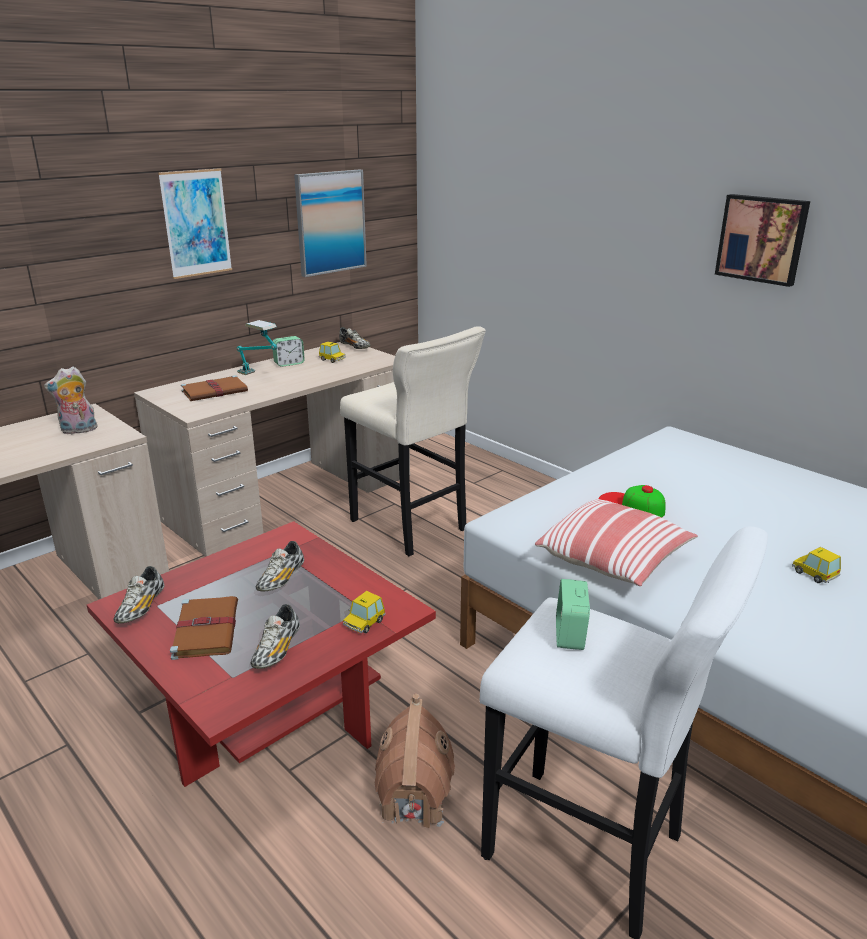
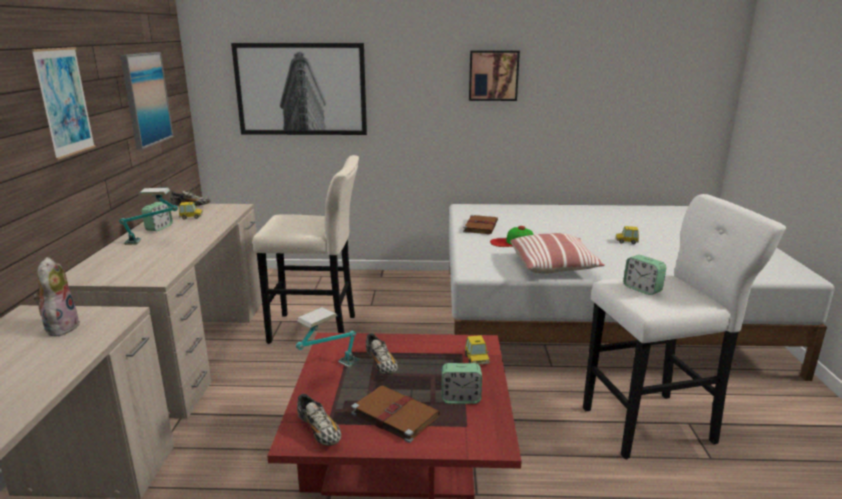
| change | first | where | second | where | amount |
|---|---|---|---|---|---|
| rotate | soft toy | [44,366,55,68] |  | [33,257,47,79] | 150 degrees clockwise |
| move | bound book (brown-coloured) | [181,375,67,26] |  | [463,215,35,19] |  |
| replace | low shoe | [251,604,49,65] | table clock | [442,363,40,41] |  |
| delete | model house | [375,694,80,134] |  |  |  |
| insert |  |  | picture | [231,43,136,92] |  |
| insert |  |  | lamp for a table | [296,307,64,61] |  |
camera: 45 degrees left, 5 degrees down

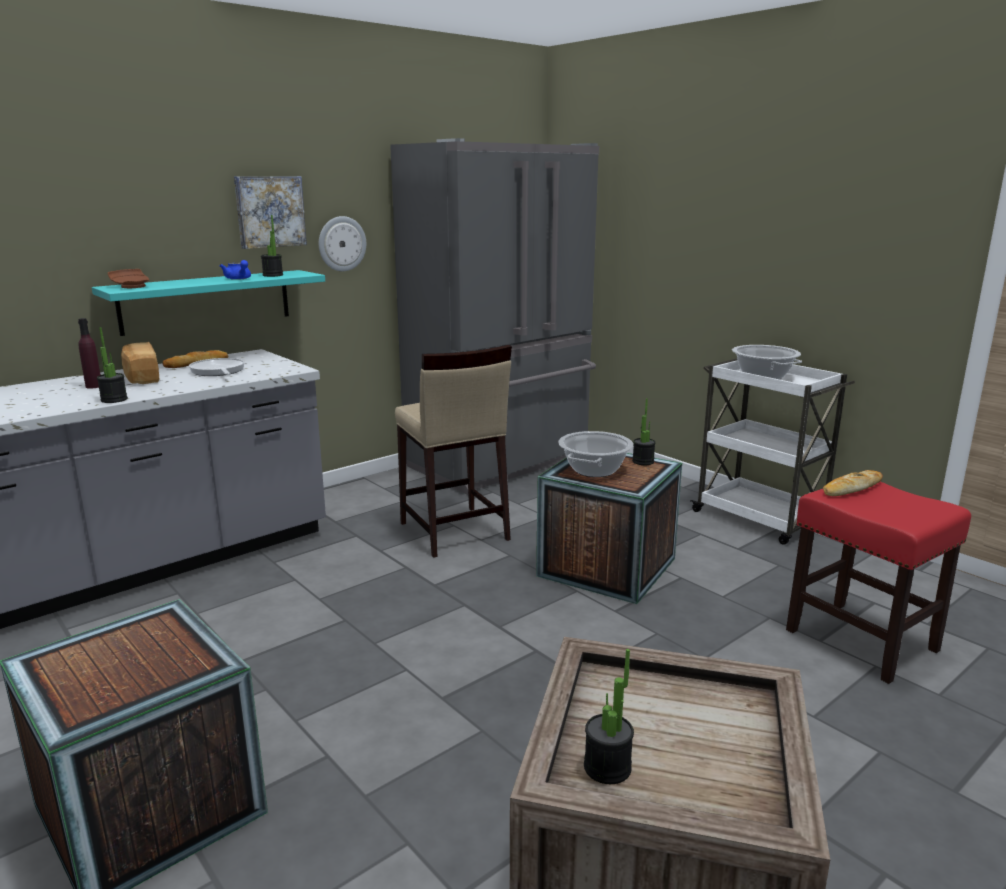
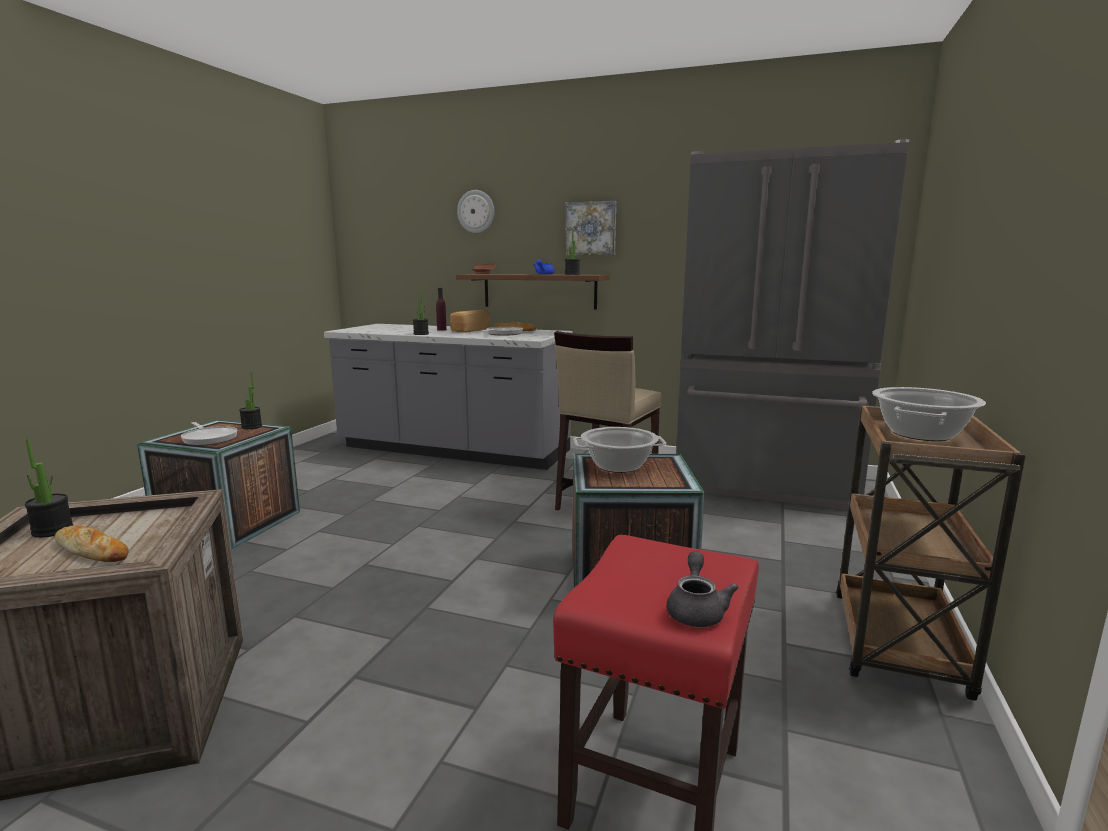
| change | first | where | second | where | amount |
|---|---|---|---|---|---|
| recolor | wall shelf (turquoise-coloured) | [92,270,233,66] | wall shelf (brown-coloured) | [456,274,154,35] |  |
| move | clock on the wall | [319,216,47,55] |  | [457,190,38,43] |  |
| move | plant in a pot | [632,398,24,67] |  | [239,372,23,57] |  |
| recolor | cart (white) | [690,358,165,187] | cart (brown-coloured) | [836,404,190,297] |  |
| move | baked bread | [823,470,60,26] |  | [55,525,74,37] |  |
| insert |  |  | skillet | [181,422,56,24] |  |
| insert |  |  | pot for tea (greyish) | [667,551,72,76] |  |
camera: 60 degrees right, 5 degrees down

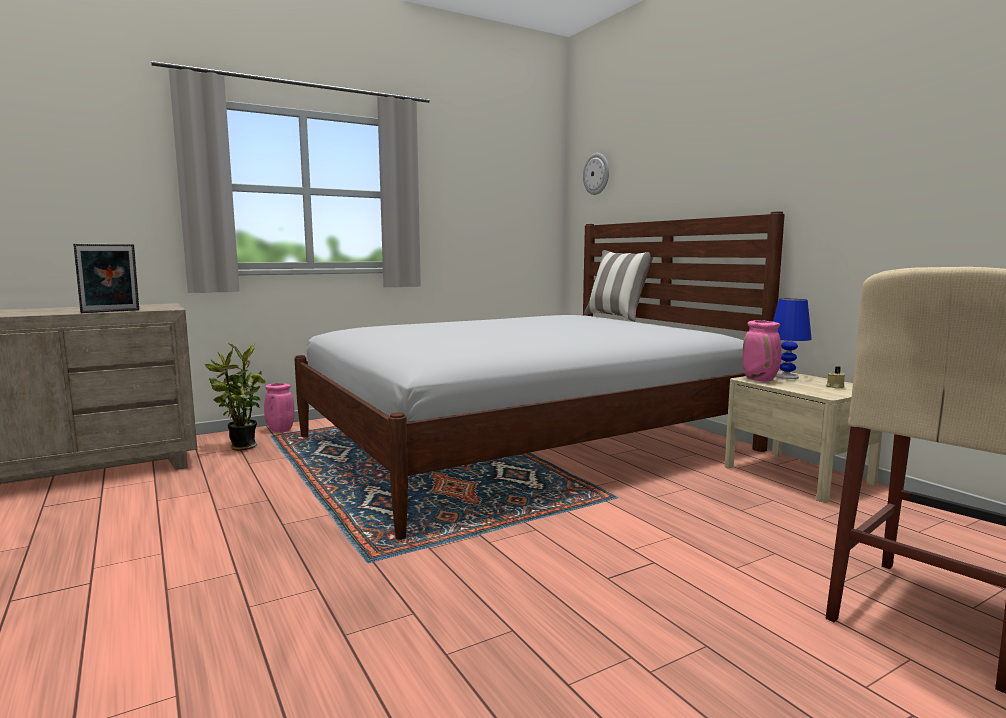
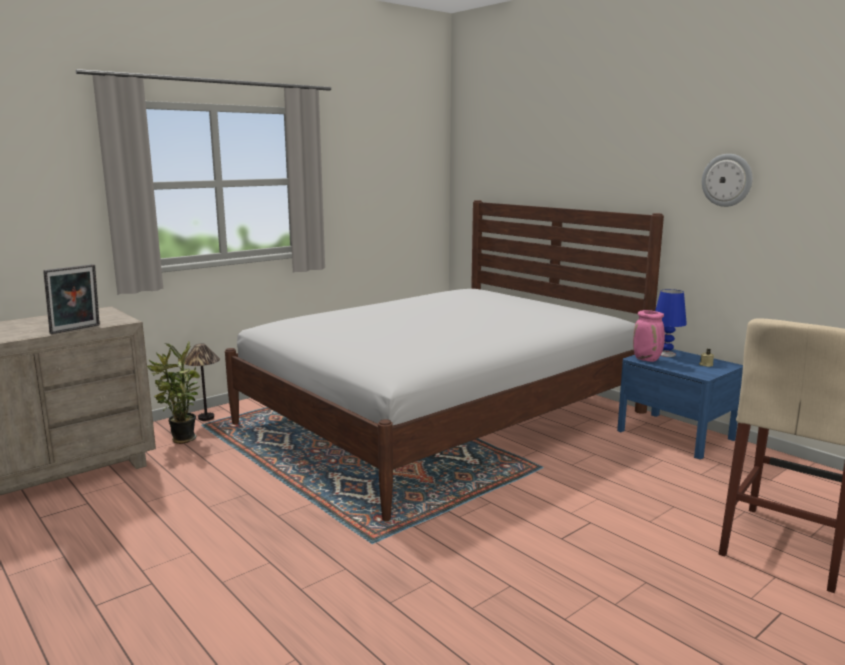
| change | first | where | second | where | amount |
|---|---|---|---|---|---|
| replace | decorative vase (pink) | [264,383,30,49] | lamp for a table | [184,344,36,77] |  |
| move | clock on the wall | [583,153,26,42] |  | [702,154,51,53] |  |
| delete | throw pillow | [584,250,69,72] |  |  |  |
| recolor | night table (beige-coloured) | [725,371,157,131] | night table (blue) | [617,349,126,110] |  |
camera: 10 degrees left, 5 degrees up

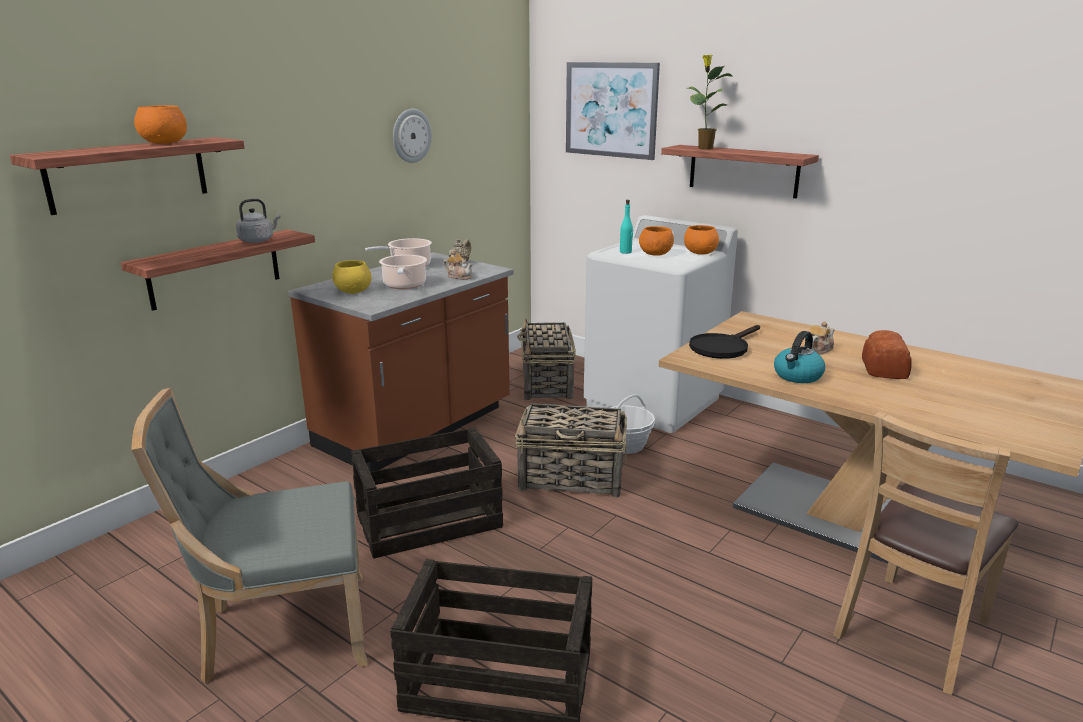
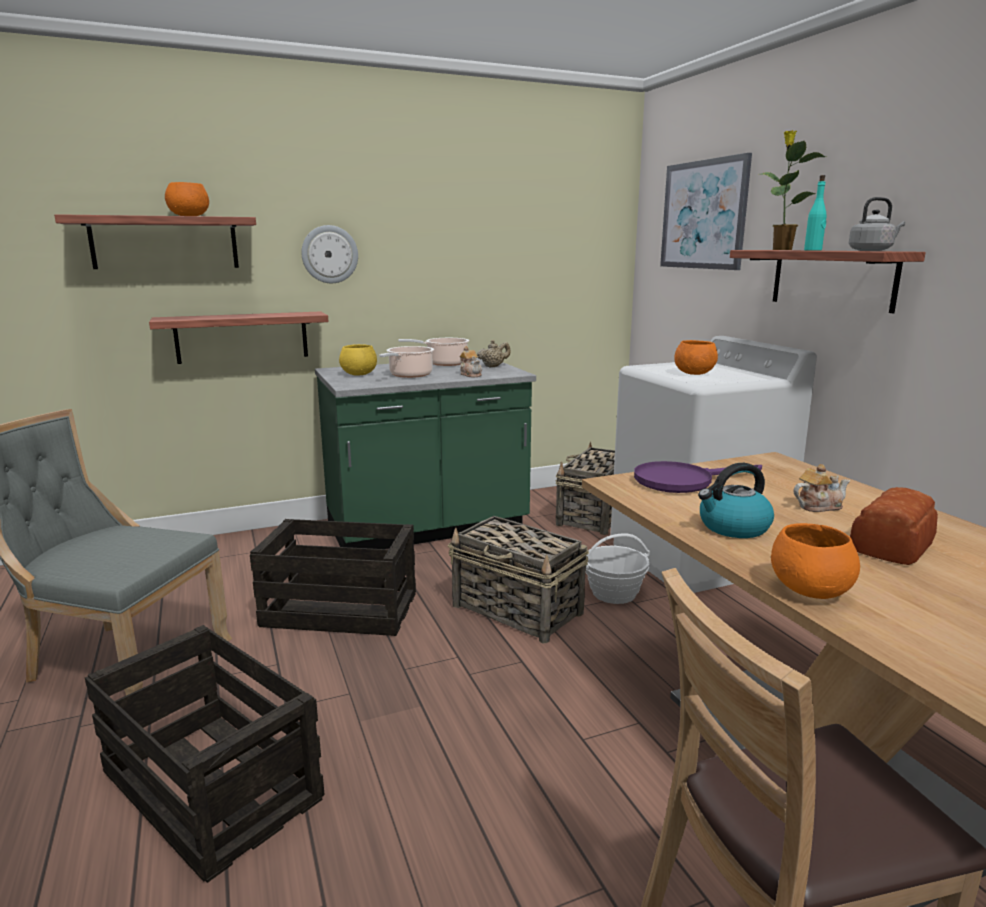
| change | first | where | second | where | amount |
|---|---|---|---|---|---|
| move | water kettle (greyish) | [236,199,45,44] |  | [849,197,56,54] |  |
| recolor | kitchen counter (brown-coloured) | [288,252,226,220] | kitchen counter (green-coloured) | [315,358,221,191] |  |
| move | clock on the wall | [393,109,39,54] |  | [301,225,57,58] |  |
| move | bottle (turquoise-coloured) | [620,200,13,54] |  | [804,175,22,75] |  |
| move | bowl (orangey) | [684,225,35,29] |  | [771,523,89,76] |  |
| recolor | skillet (blackish) | [689,325,71,34] | skillet (purple) | [634,461,128,32] |  |
camera: 30 degrees right, 5 degrees down

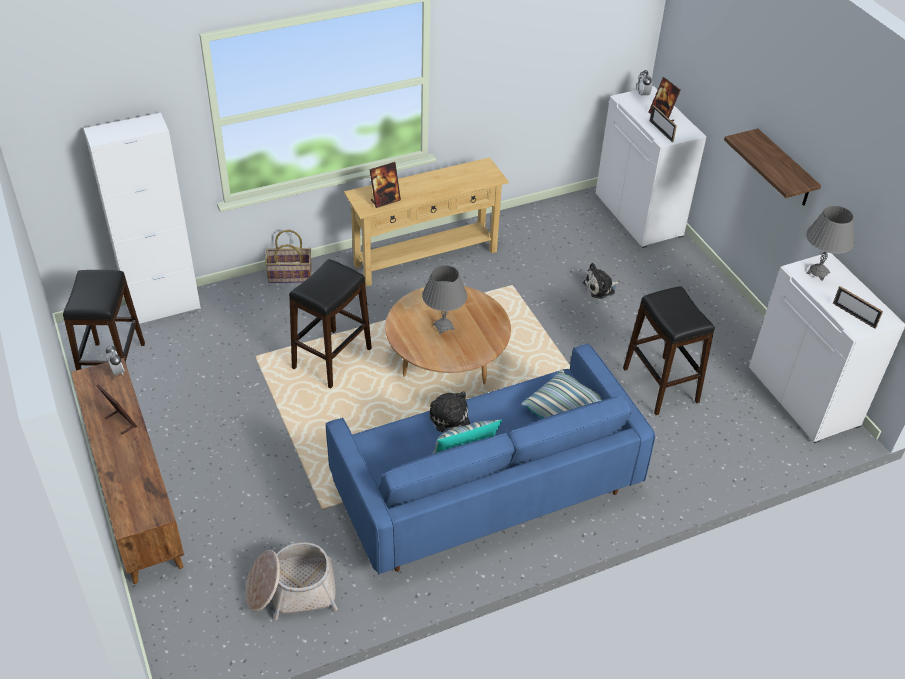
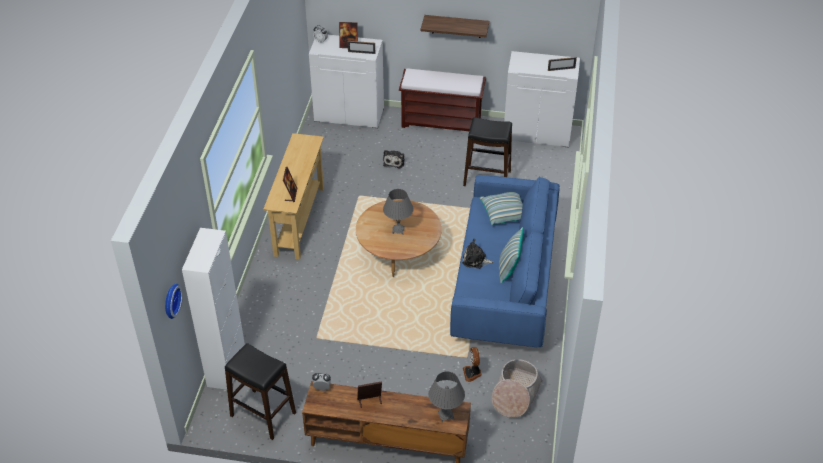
| change | first | where | second | where | amount |
|---|---|---|---|---|---|
| delete | household basket | [265,230,47,53] |  |  |  |
| delete | sitting stool (blackish) | [289,259,83,129] |  |  |  |
| move | lamp for a table (greyish) | [806,206,49,75] |  | [428,371,37,51] |  |
| insert |  |  | clock on the wall | [165,283,18,36] |  |
| insert |  |  | indoor bench (brown-coloured) | [399,68,87,63] |  |
| insert |  |  | fan | [463,347,19,35] |  |
camera: 55 degrees left, 0 degrees up

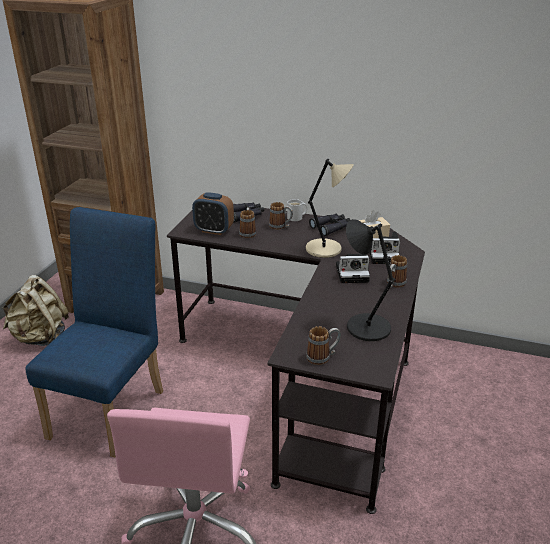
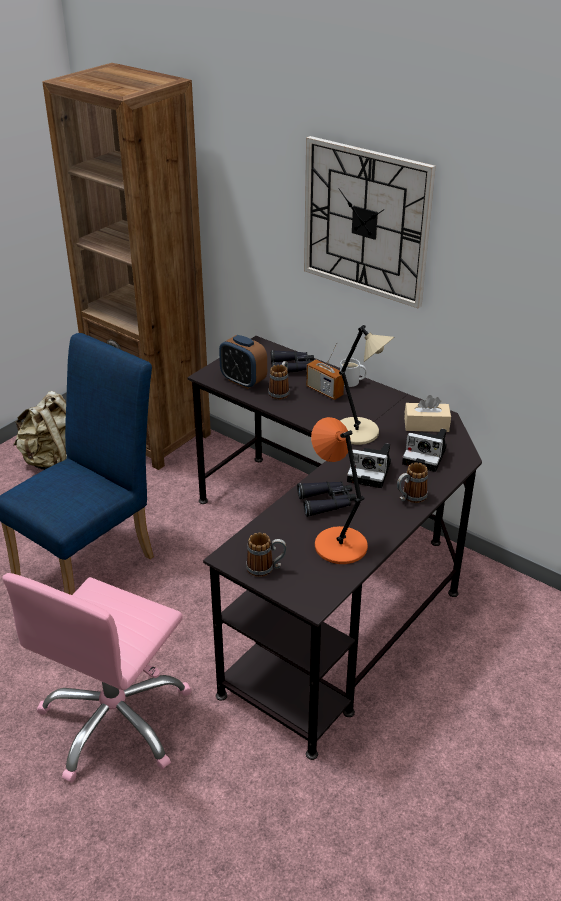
| change | first | where | second | where | amount |
|---|---|---|---|---|---|
| replace | coffee mug | [269,202,24,28] | radio receiver | [306,342,38,58] |  |
| move | binoculars (blackish) | [309,214,41,22] |  | [297,481,59,36] |  |
| recolor | lamp for a table (blackish) | [346,219,49,122] | lamp for a table (orangey) | [311,417,57,147] |  |
| insert |  |  | clock on the wall | [304,136,132,173] |  |
camera: 20 degrees right, 5 degrees up

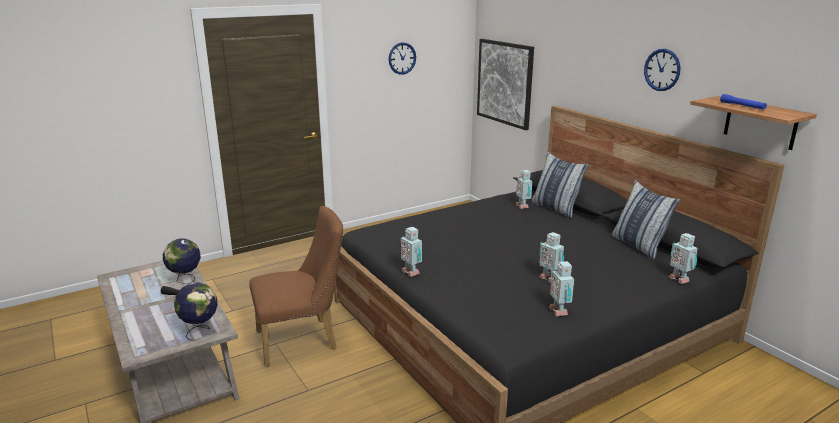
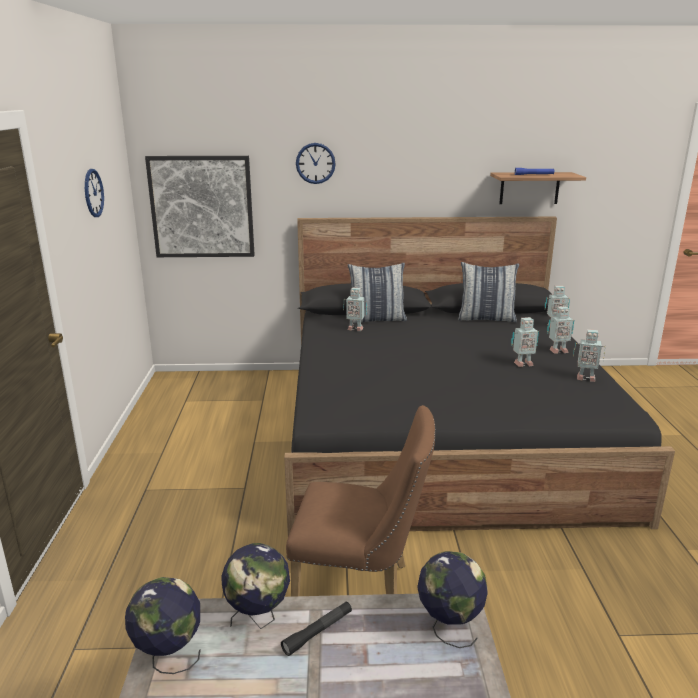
| change | first | where | second | where | amount |
|---|---|---|---|---|---|
| rotate | upright chair (brown-coloured) | [249,206,94,161] |  | [286,405,150,192] | 90 degrees clockwise |
| move | model robot | [401,227,21,50] |  | [547,306,28,47] |  |
| move | clock on the wall | [644,49,36,42] |  | [296,143,40,41] |  |
| insert |  |  | desk globe | [125,577,76,97] |  |
camera: 60 degrees left, 0 degrees up

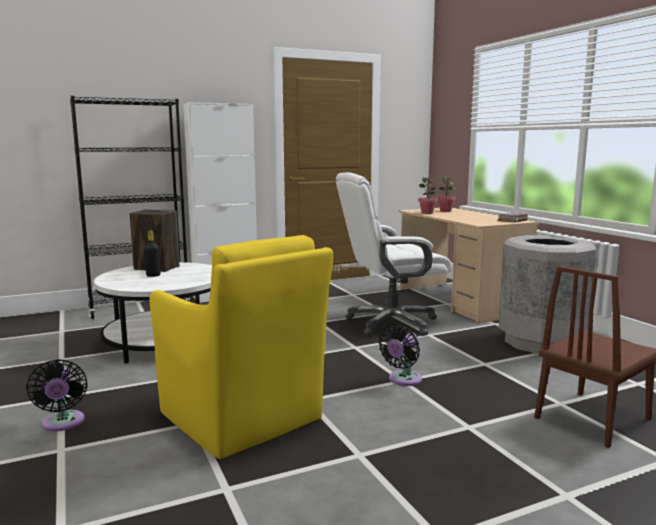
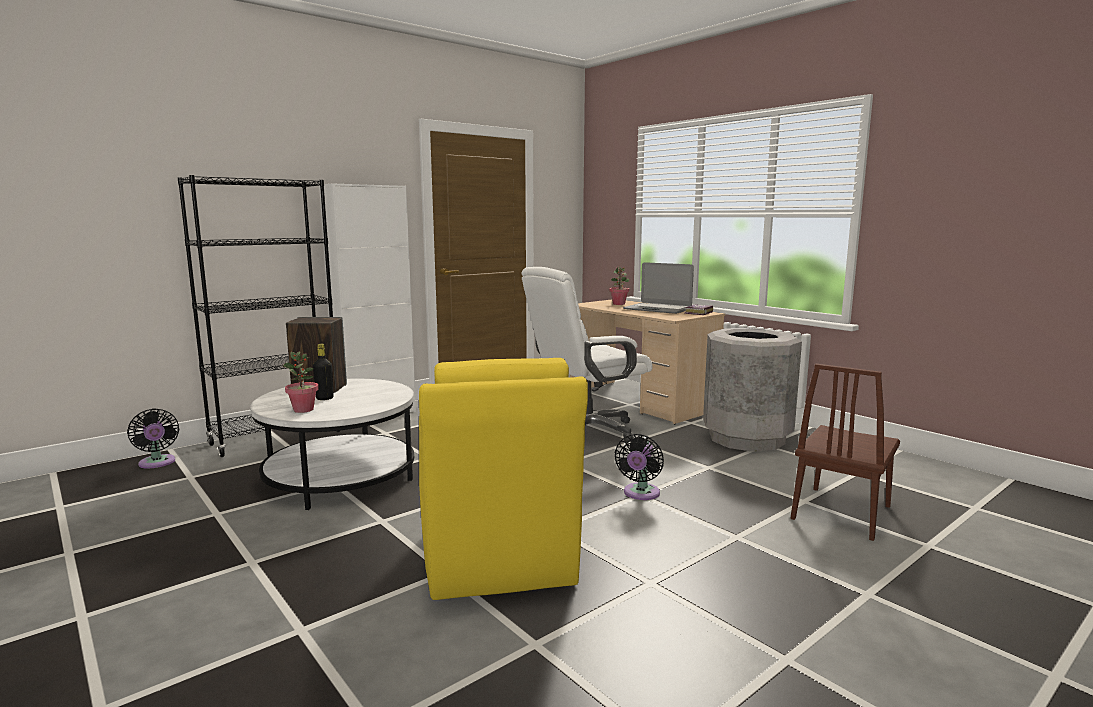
| change | first | where | second | where | amount |
|---|---|---|---|---|---|
| move | fan (blackish) | [26,359,62,73] |  | [127,408,52,60] |  |
| rotate | armchair (yellowish) | [150,235,183,224] |  | [419,358,169,242] | 45 degrees clockwise |
| move | plant in a pot | [418,178,19,36] |  | [283,351,36,62] |  |
| insert |  |  | portable computer | [623,262,71,52] |  |
camera: 15 degrees left, 0 degrees up

